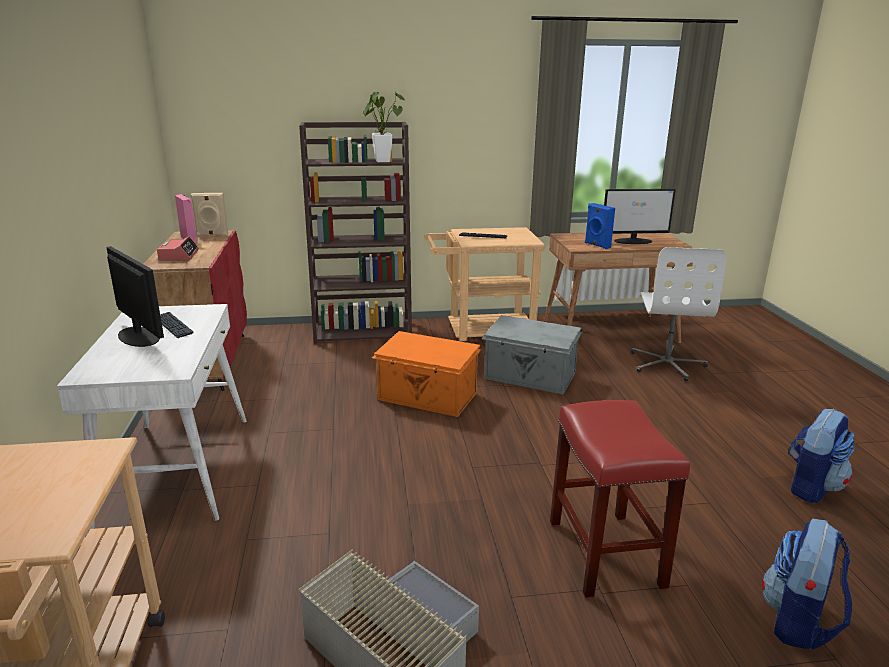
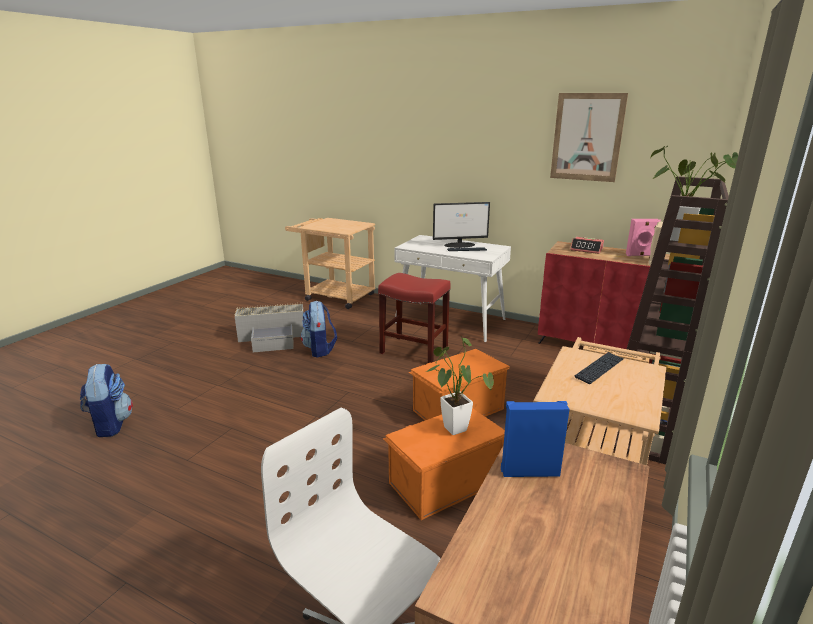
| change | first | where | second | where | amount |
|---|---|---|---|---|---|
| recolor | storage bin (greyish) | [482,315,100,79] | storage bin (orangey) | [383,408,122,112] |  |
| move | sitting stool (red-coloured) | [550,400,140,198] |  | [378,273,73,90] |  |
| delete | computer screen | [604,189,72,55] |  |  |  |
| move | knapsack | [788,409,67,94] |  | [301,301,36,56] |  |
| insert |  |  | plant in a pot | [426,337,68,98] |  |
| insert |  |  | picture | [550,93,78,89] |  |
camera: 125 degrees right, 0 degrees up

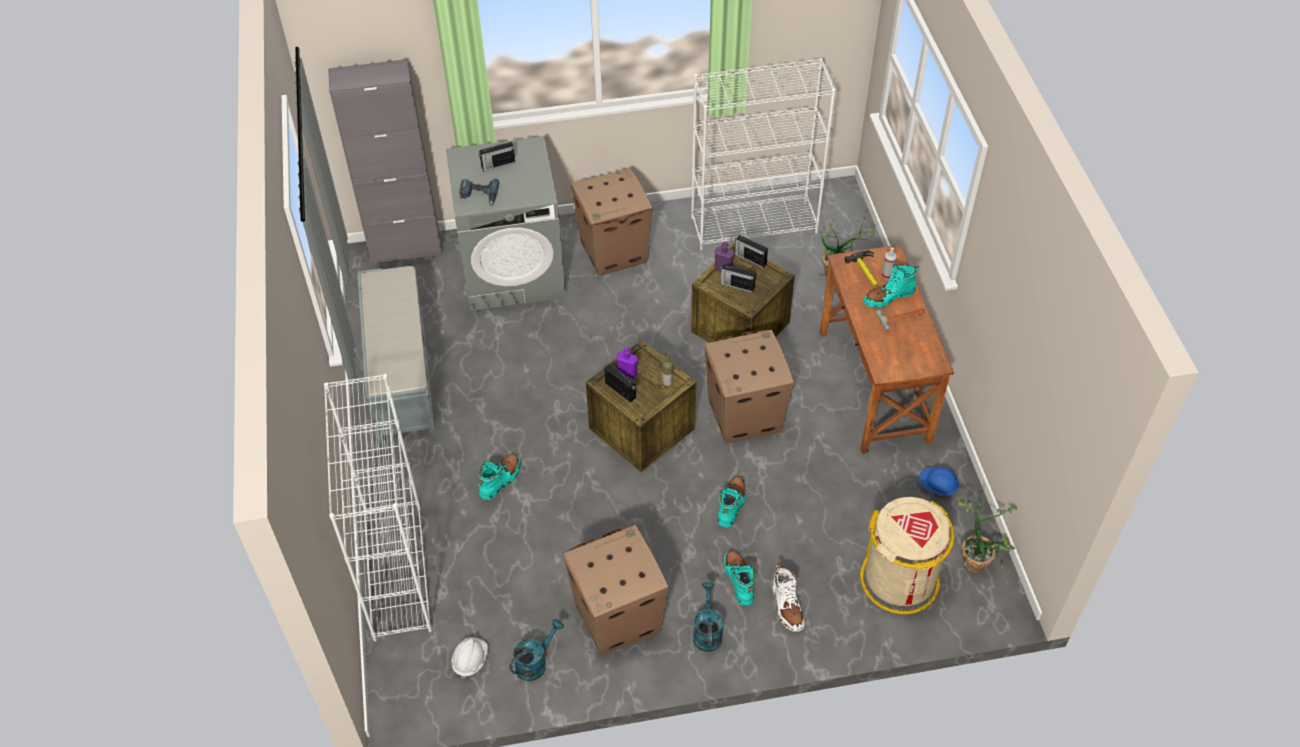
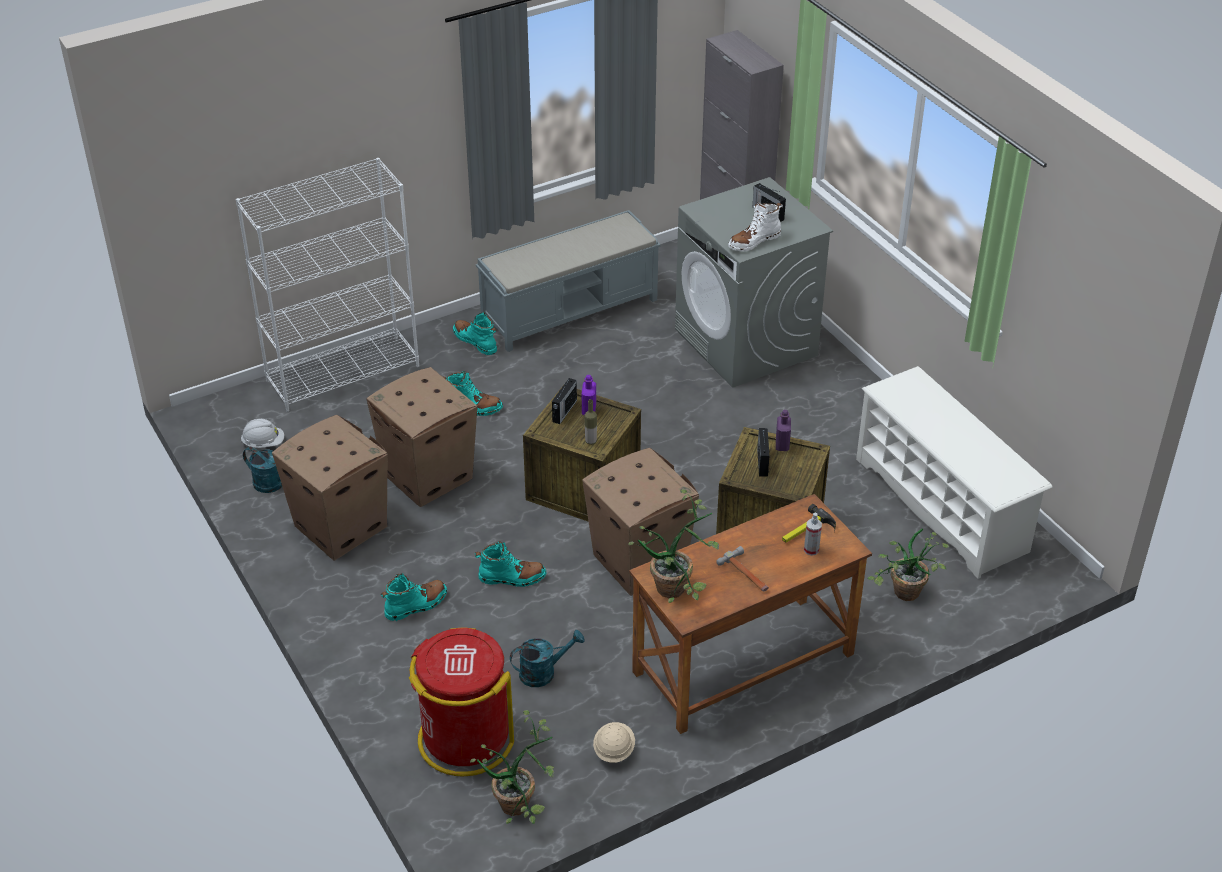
| change | first | where | second | where | amount |
|---|---|---|---|---|---|
| delete | power drill | [459,179,40,26] |  |  |  |
| move | cardboard box | [571,168,82,108] |  | [367,367,111,140] |  |
| replace | bookshelf (white) | [691,58,145,192] | shoe rack (white) | [856,366,197,213] |  |
| move | watering pot (turquoise-coloured) | [693,582,30,70] |  | [510,630,75,57] |  |
| delete | radio receiver | [735,235,33,33] |  |  |  |
| move | high-top boot (white) | [772,563,32,69] |  | [728,202,55,49] |  |
| recolor | trash can (beige-coloured) | [860,497,95,118] | trash can (red-coloured) | [409,627,105,149] |  |
| move | high-top boot (turquoise-coloured) | [864,264,56,44] |  | [453,312,44,43] |  |
| recolor | safety helmet (blue) | [919,467,40,29] | safety helmet (beige-coloured) | [593,722,42,41] |  |
| insert |  |  | plant in a pot | [628,489,91,114] |  |
camera: 70 degrees right, 10 degrees down

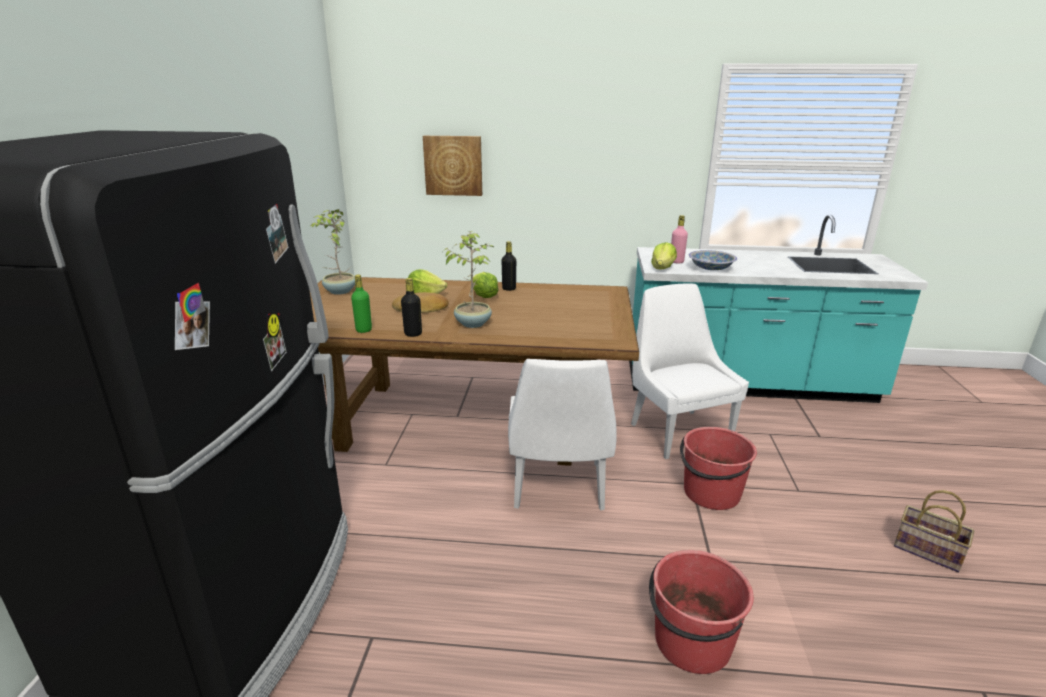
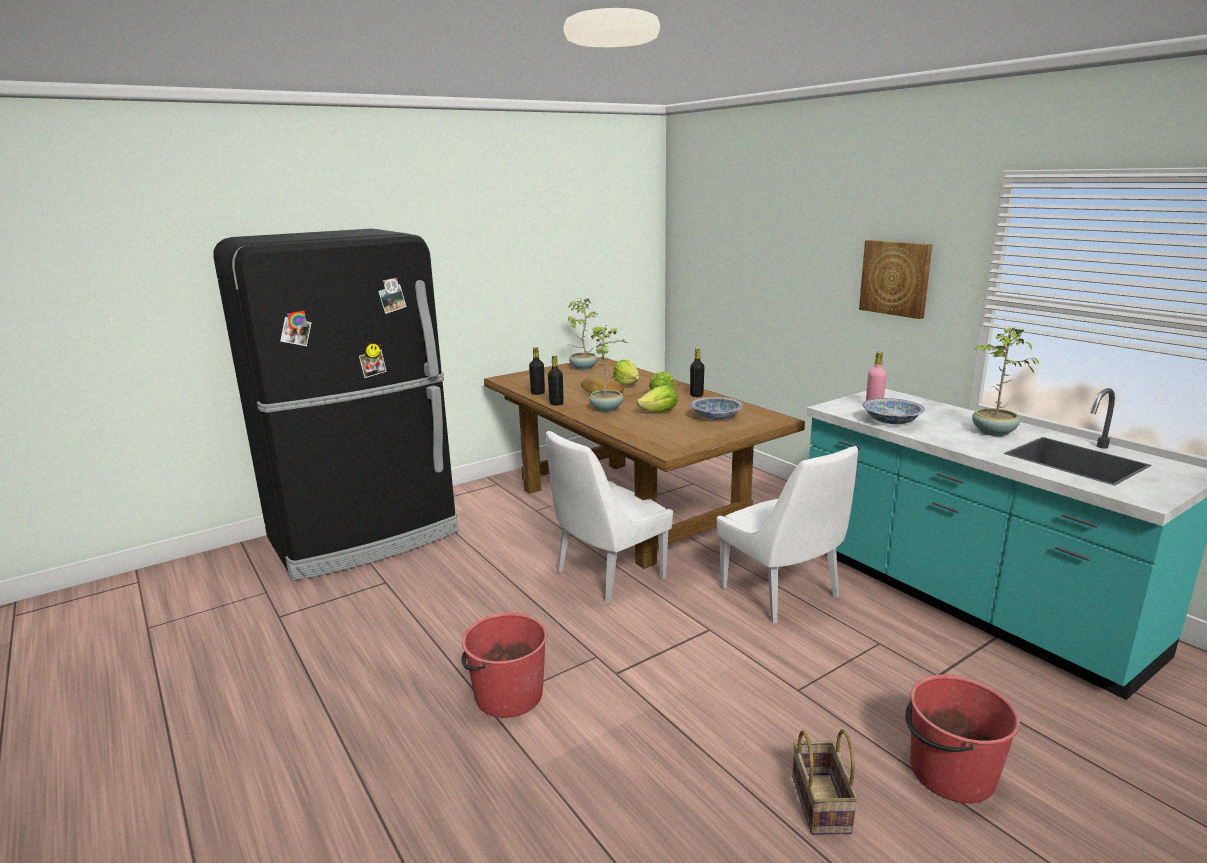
| change | first | where | second | where | amount |
|---|---|---|---|---|---|
| recolor | bottle (green-coloured) | [351,274,21,59] | bottle (blackish) | [529,347,16,48] |  |
| move | picture | [423,136,59,60] |  | [859,240,74,79] |  |
| rotate | upright chair (white) | [631,284,118,175] |  | [717,446,141,177] | 120 degrees clockwise |
| move | head of lettuce | [651,242,26,27] |  | [637,385,41,28] |  |
| move | pail (red-coloured) | [680,427,77,83] |  | [905,675,115,128] |  |
| insert |  |  | bowl | [691,397,52,23] |  |
| insert |  |  | plant in a pot | [972,327,67,109] |  |
camera: 50 degrees right, 5 degrees down

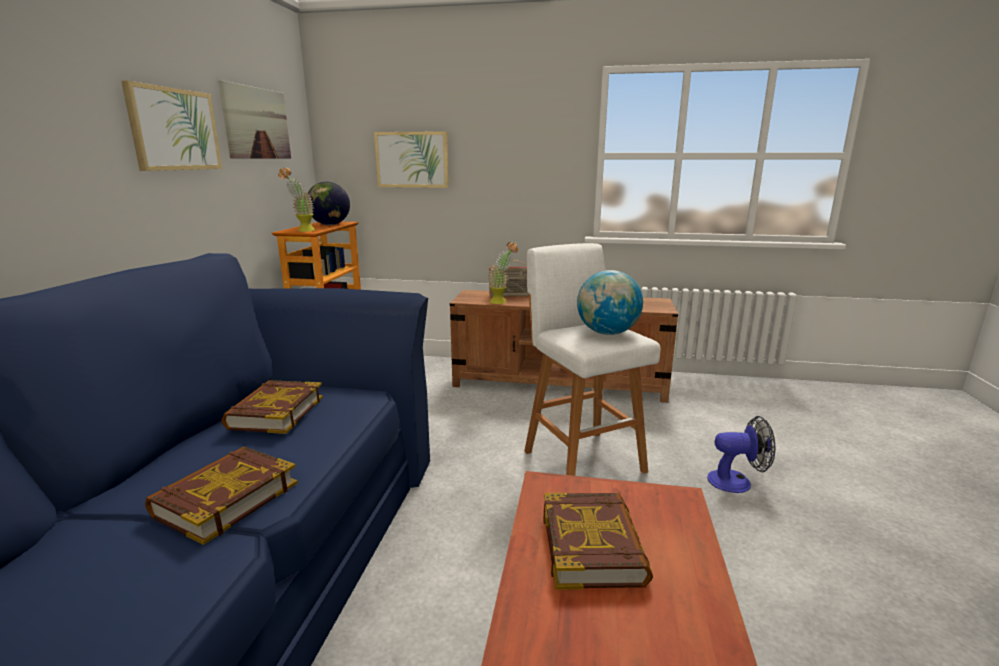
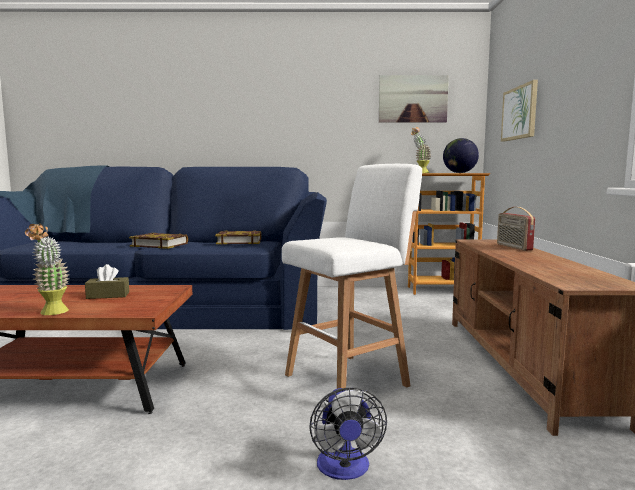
| change | first | where | second | where | amount |
|---|---|---|---|---|---|
| delete | picture | [121,81,101,90] |  |  |  |
| move | plant in a pot | [489,242,29,62] |  | [25,224,44,91] |  |
| replace | bound book | [543,493,110,97] | tissue holder (brown-coloured) | [85,264,44,35] |  |
| delete | desk globe | [577,270,66,65] |  |  |  |
camera: 80 degrees right, 10 degrees down

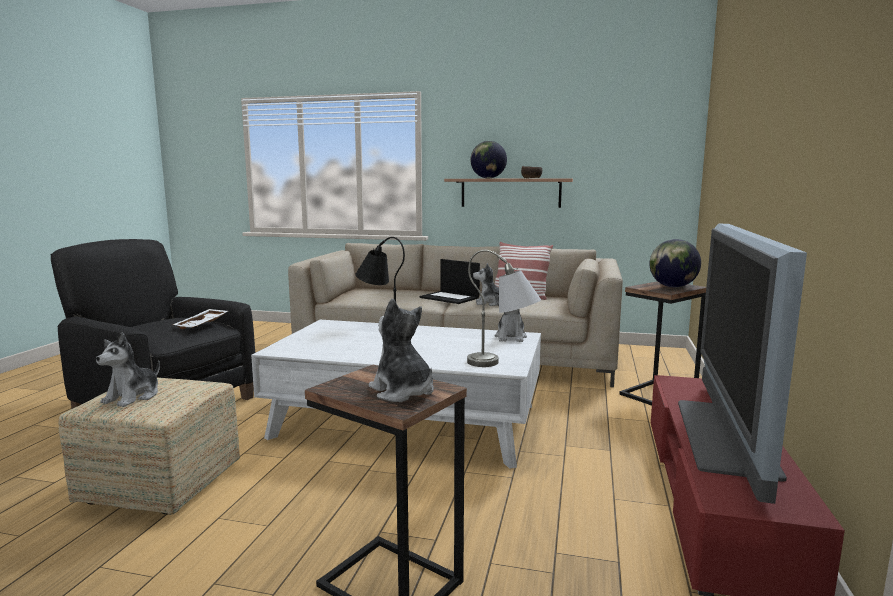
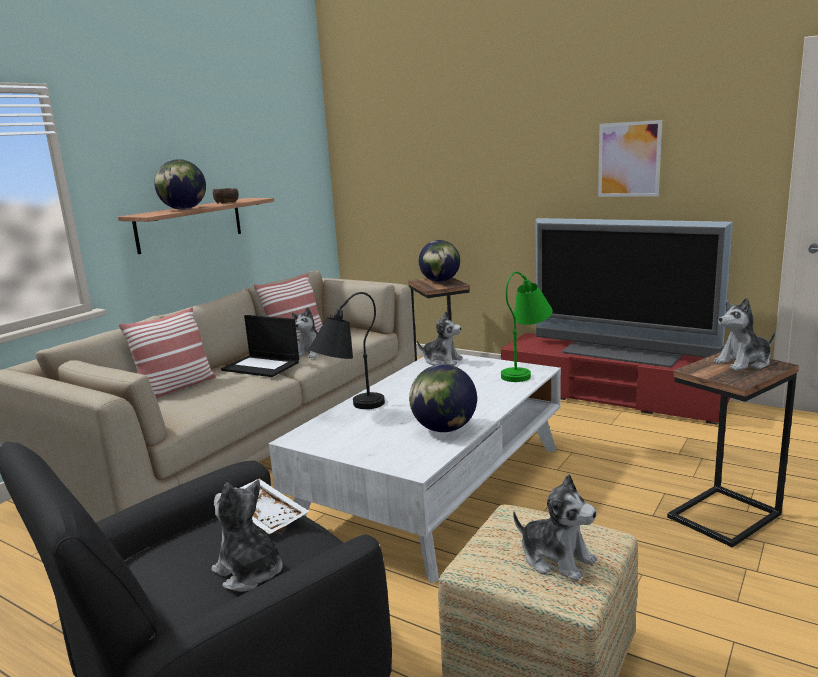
| change | first | where | second | where | amount |
|---|---|---|---|---|---|
| rotate | portable computer | [420,259,60,45] |  | [221,315,78,62] | 60 degrees clockwise |
| recolor | lamp for a table (greyish) | [467,250,74,117] | lamp for a table (green-coloured) | [501,272,52,110] |  |
| insert |  |  | throw pillow | [119,307,97,91] |  |
| insert |  |  | soft toy | [211,480,72,112] |  |
| insert |  |  | desk globe | [409,364,68,68] |  |
| insert |  |  | picture | [598,120,64,77] |  |
camera: 70 degrees left, 5 degrees up

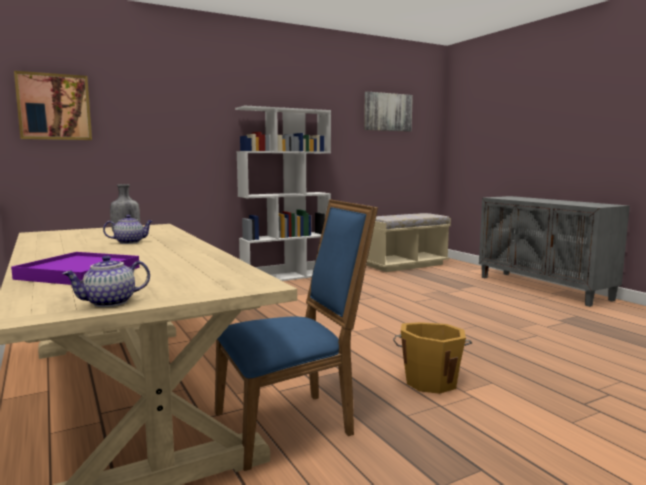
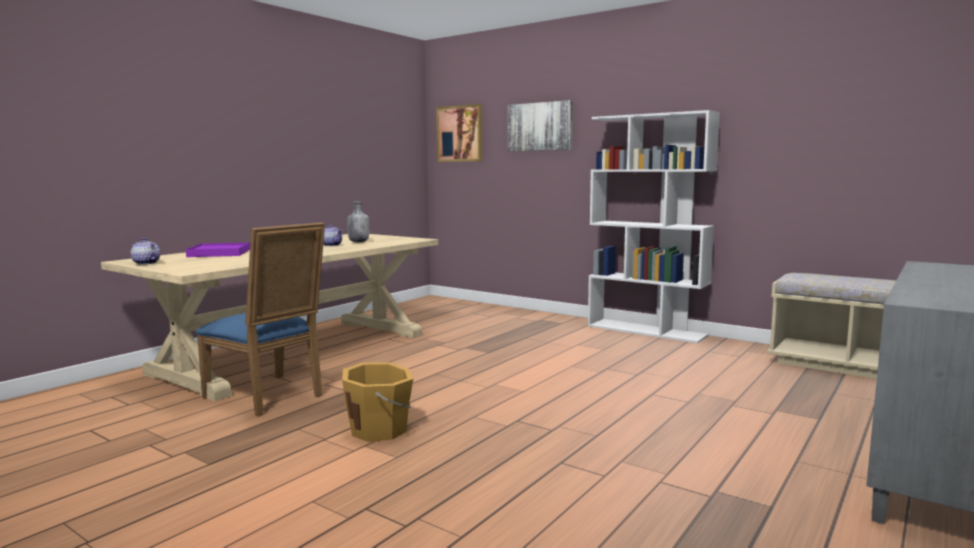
| change | first | where | second | where | amount |
|---|---|---|---|---|---|
| move | picture | [364,92,49,40] |  | [508,100,65,51] |  |
camera: 65 degrees right, 0 degrees up

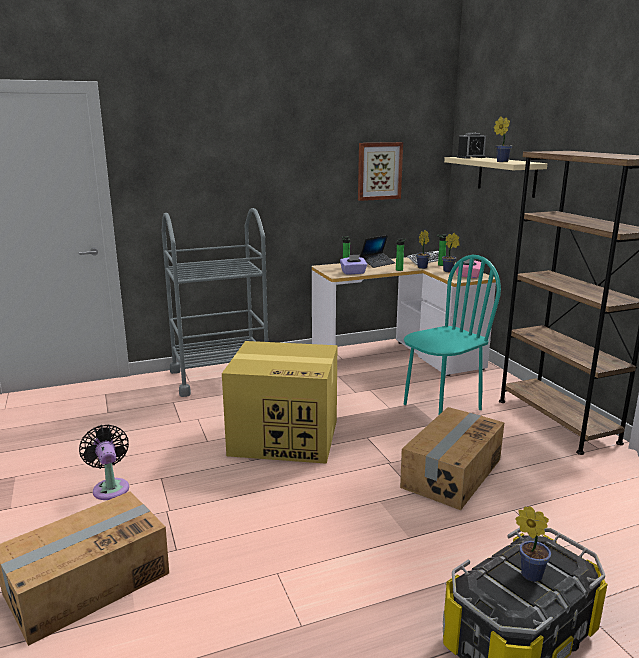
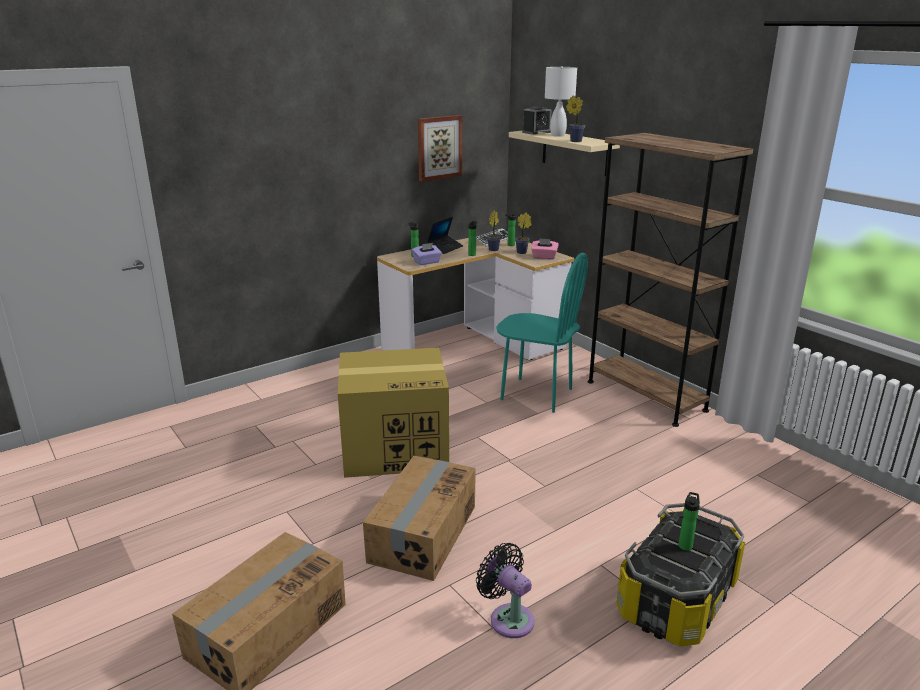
| change | first | where | second | where | amount |
|---|---|---|---|---|---|
| move | fan (blackish) | [79,424,50,76] |  | [476,543,59,95] |  |
| delete | cart (greyish) | [162,208,106,189] |  |  |  |
| move | cardboard box | [400,407,104,103] |  | [363,456,113,125] |  |
| rotate | upright chair (turquoise-coloured) | [404,255,97,160] |  | [496,253,92,160] | 75 degrees clockwise |
| replace | plant in a pot | [515,506,36,76] | bottle | [679,492,21,59] |  |
| insert |  |  | lamp for a table (white) | [545,66,32,71] |  |
camera: 15 degrees left, 5 degrees up

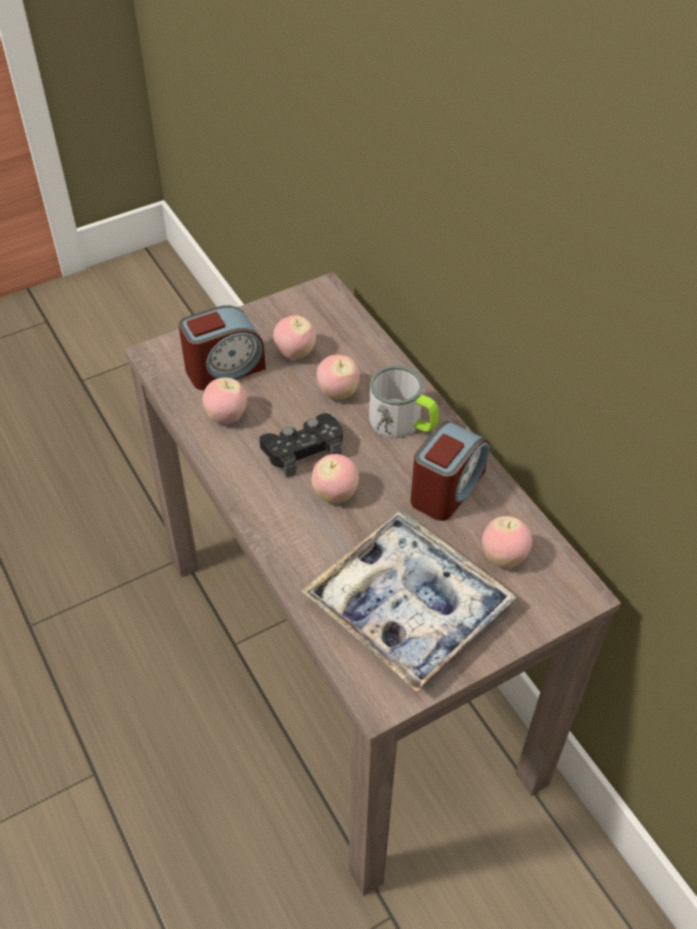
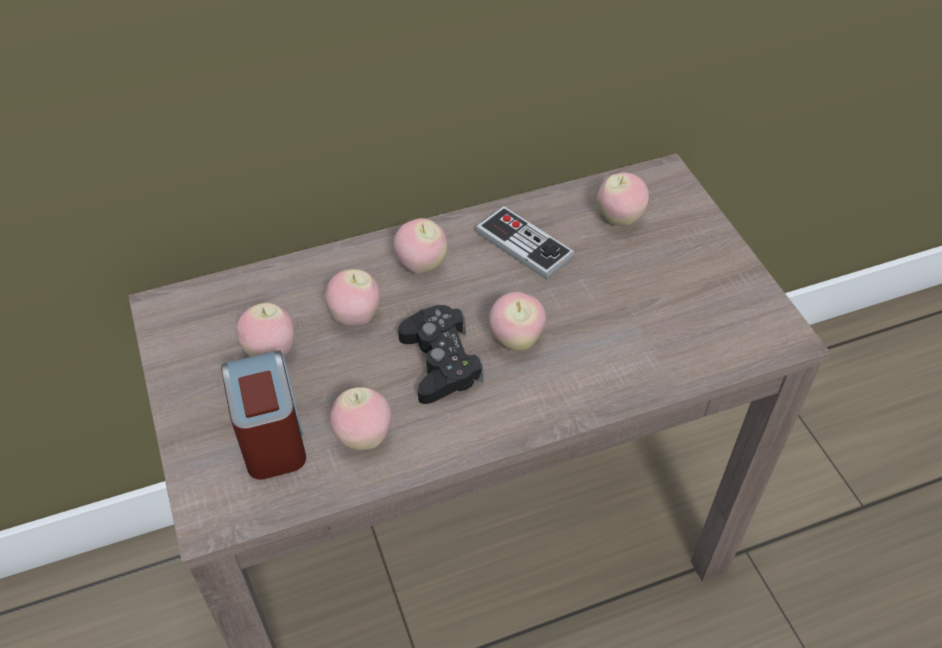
| change | first | where | second | where | amount |
|---|---|---|---|---|---|
| delete | carrying tray | [301,512,216,180] |  |  |  |
| replace | coffee mug | [369,365,70,73] | whole apple | [394,218,53,56] |  |
| replace | table clock | [410,421,79,100] | game controller | [475,206,99,74] |  |
camera: 80 degrees left, 0 degrees up

